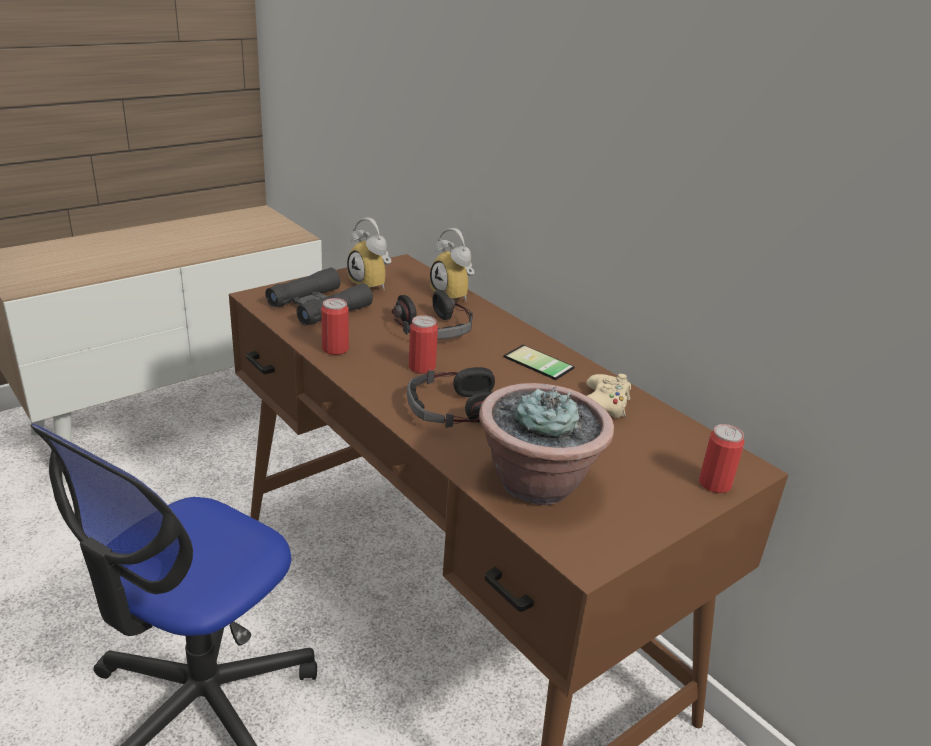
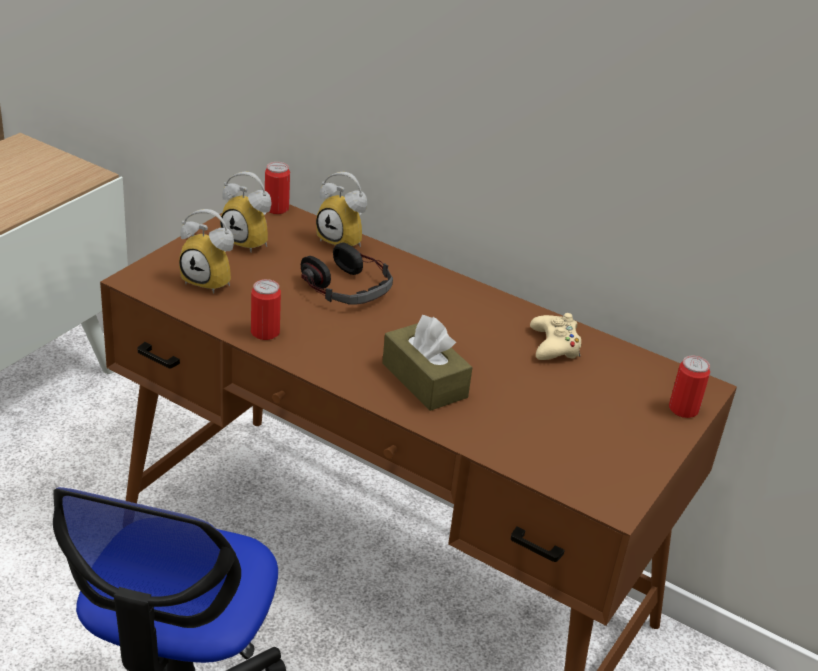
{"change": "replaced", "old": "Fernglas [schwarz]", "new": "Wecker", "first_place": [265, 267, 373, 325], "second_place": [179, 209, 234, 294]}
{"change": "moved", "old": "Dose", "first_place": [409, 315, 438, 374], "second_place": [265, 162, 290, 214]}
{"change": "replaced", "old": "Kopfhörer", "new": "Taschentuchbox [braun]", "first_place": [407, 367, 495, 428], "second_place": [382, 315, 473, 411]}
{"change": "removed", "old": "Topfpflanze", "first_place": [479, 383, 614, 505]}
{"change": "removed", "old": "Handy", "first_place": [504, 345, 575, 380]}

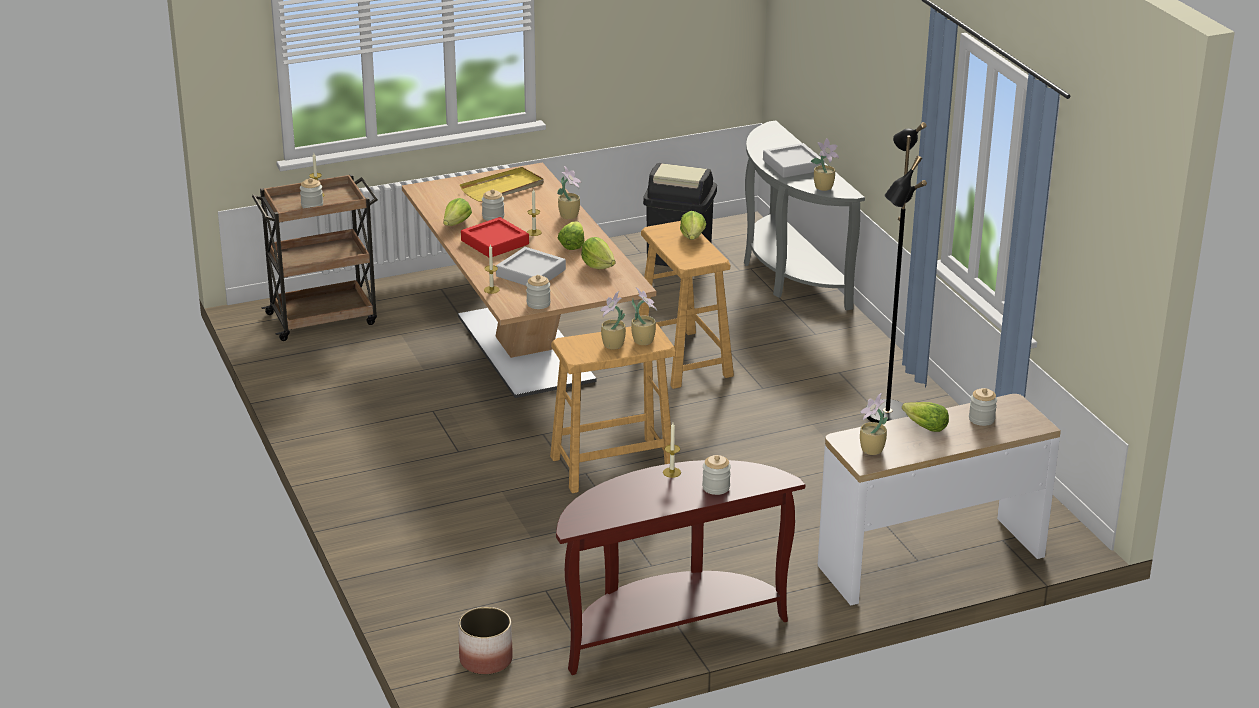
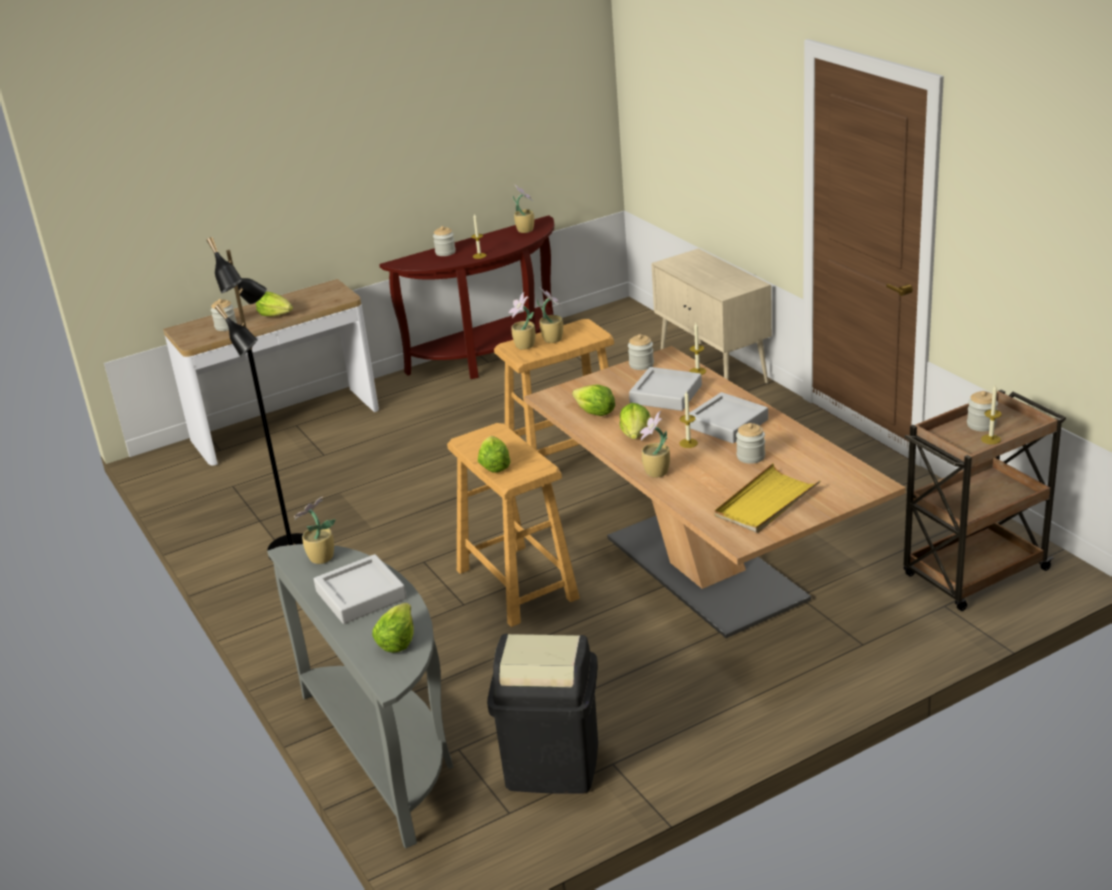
{"change": "moved", "old": "Salatkopf", "first_place": [443, 198, 472, 226], "second_place": [372, 603, 414, 653]}
{"change": "moved", "old": "Topfpflanze", "first_place": [860, 393, 888, 455], "second_place": [513, 185, 534, 233]}
{"change": "added", "new": "Schrank [beige]", "second_place": [651, 249, 772, 384]}
{"change": "recoloured", "old": "Tablett [rot]", "new": "Tablett [grau]", "first_place": [461, 217, 529, 257], "second_place": [689, 392, 768, 443]}
{"change": "removed", "old": "Pflanzkübel", "first_place": [458, 607, 513, 675]}

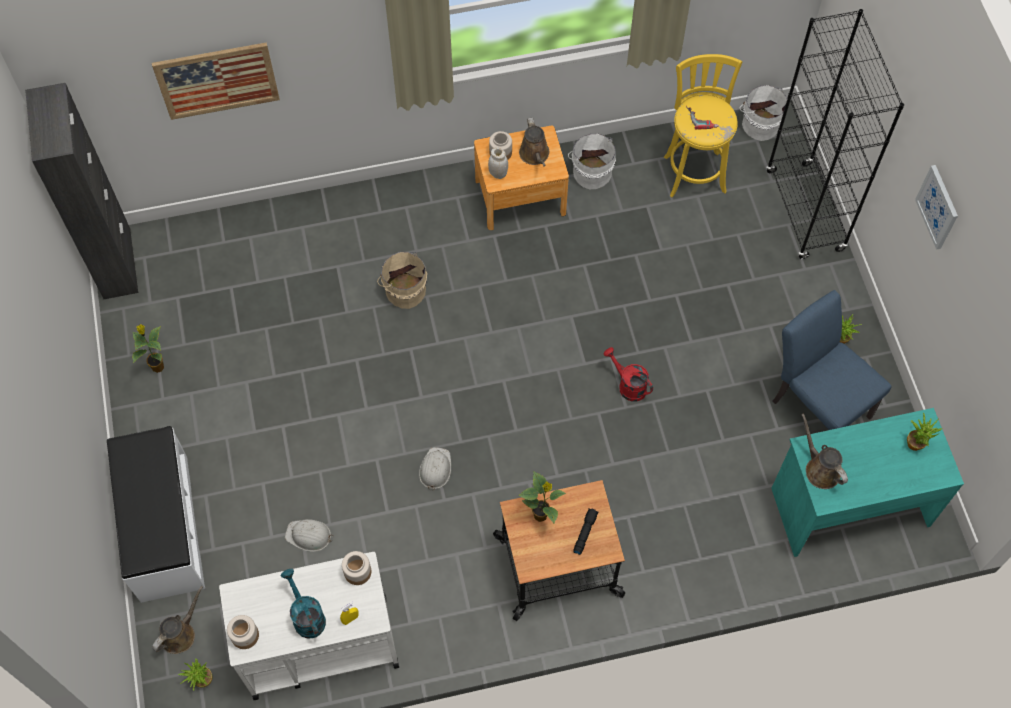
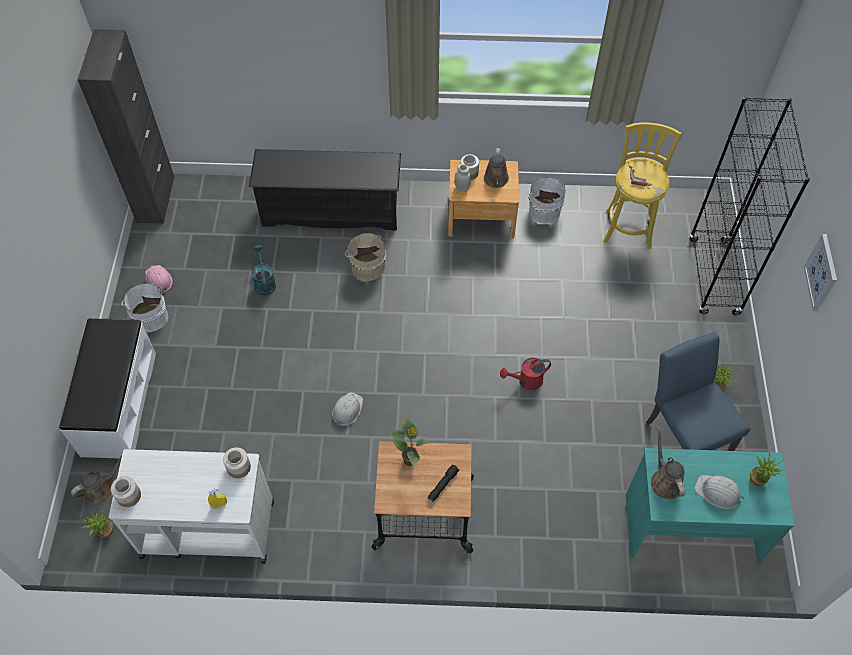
{"change": "moved", "old": "Eimer [weiß]", "first_place": [739, 85, 787, 141], "second_place": [122, 283, 168, 332]}
{"change": "replaced", "old": "Topfpflanze", "new": "Schutzhelm [rosa]", "first_place": [132, 324, 164, 373], "second_place": [145, 265, 173, 293]}
{"change": "added", "new": "Schuhregal [schwarz]", "second_place": [249, 149, 401, 231]}
{"change": "moved", "old": "Gießkanne [türkis]", "first_place": [281, 569, 326, 639], "second_place": [252, 245, 276, 296]}
{"change": "turned", "old": "Gießkanne [rot]", "first_place": [604, 347, 653, 402], "second_place": [500, 358, 551, 390], "degrees": -75}
{"change": "moved", "old": "Schutzhelm [weiß]", "first_place": [285, 519, 334, 552], "second_place": [695, 475, 744, 509]}
{"change": "removed", "old": "Bild", "first_place": [152, 42, 280, 120]}

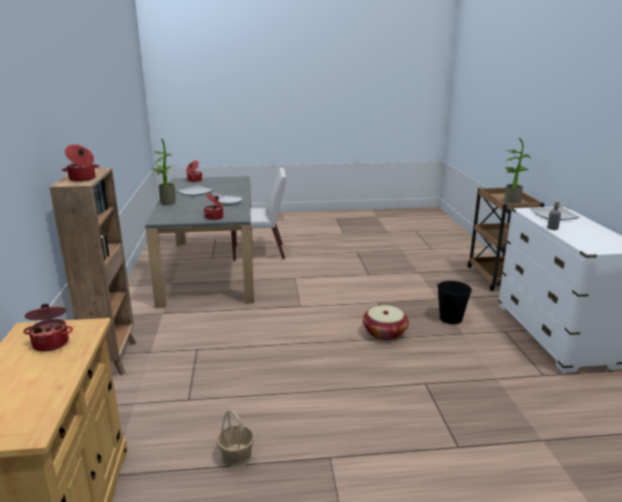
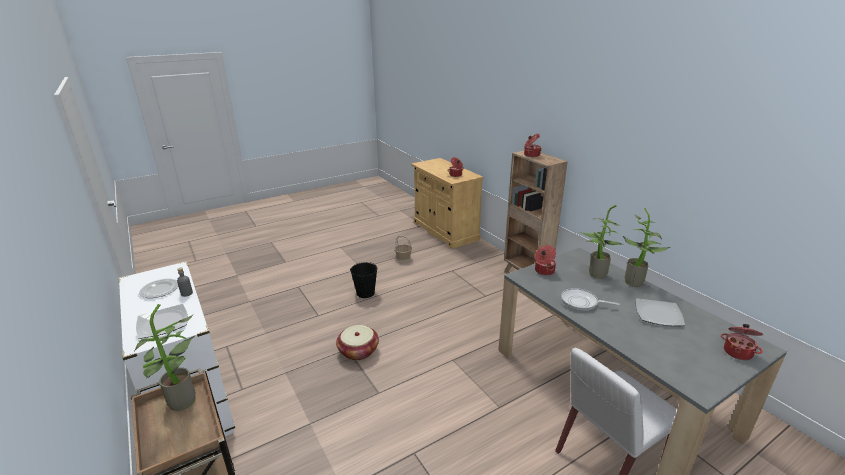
{"change": "added", "new": "Teller", "second_place": [139, 279, 178, 298]}
{"change": "moved", "old": "Eimer [schwarz]", "first_place": [437, 281, 472, 324], "second_place": [350, 262, 378, 298]}
{"change": "added", "new": "Topfpflanze", "second_place": [580, 205, 623, 279]}

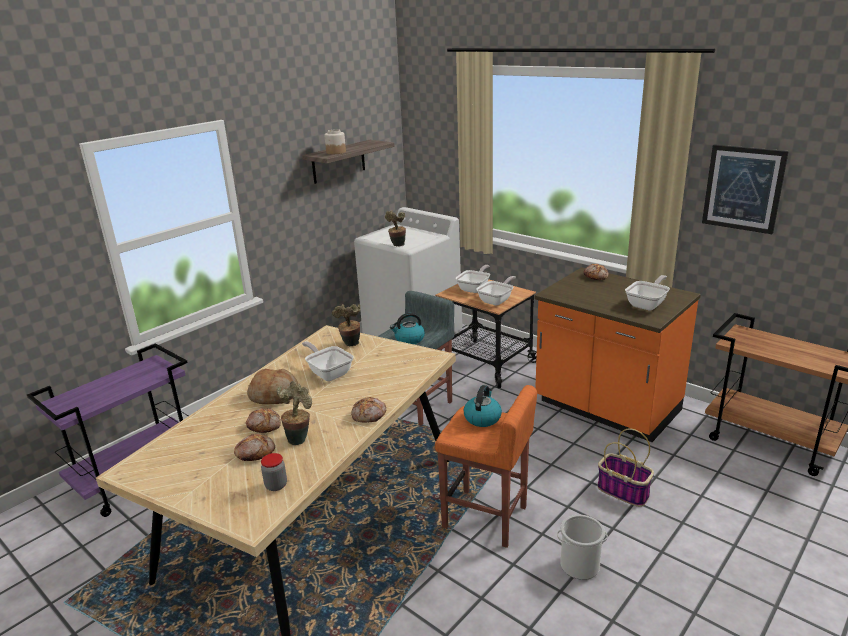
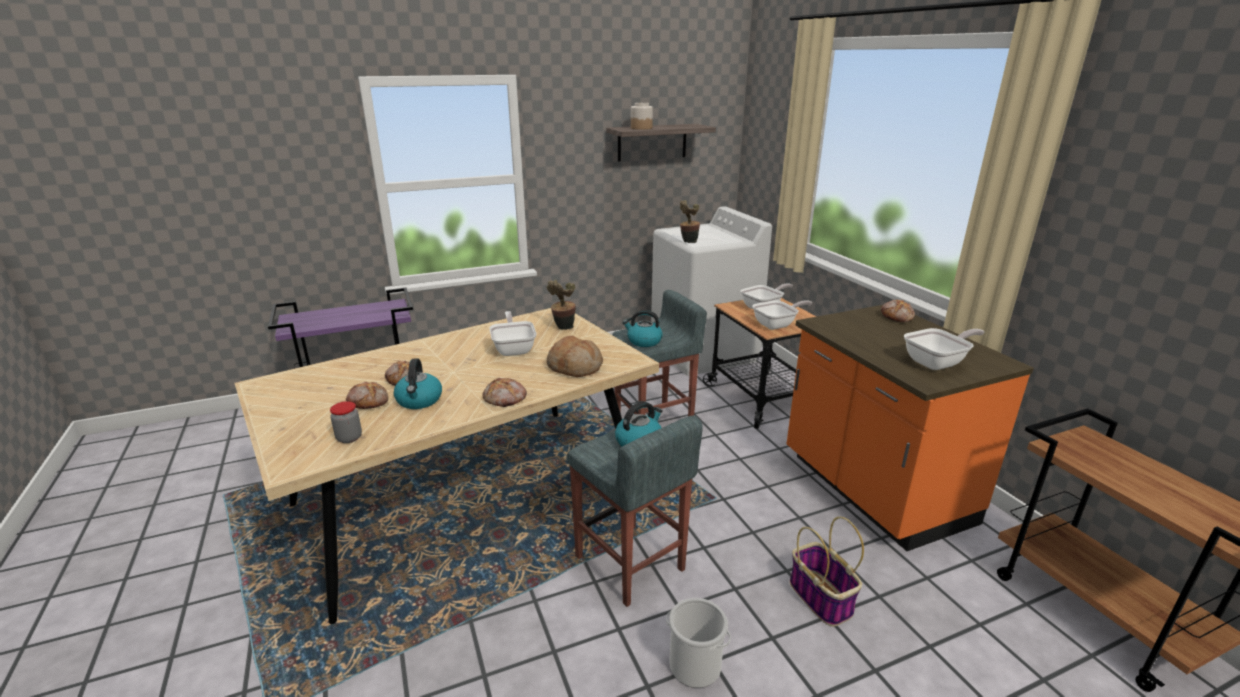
{"change": "replaced", "old": "Topfpflanze", "new": "Wasserkessel", "first_place": [277, 381, 312, 445], "second_place": [394, 358, 442, 409]}
{"change": "moved", "old": "Brot", "first_place": [247, 369, 298, 404], "second_place": [547, 336, 603, 377]}
{"change": "recoloured", "old": "Hocker [orange]", "new": "Hocker [grau]", "first_place": [435, 385, 537, 548], "second_place": [567, 415, 703, 607]}
{"change": "removed", "old": "Bild", "first_place": [702, 144, 789, 234]}

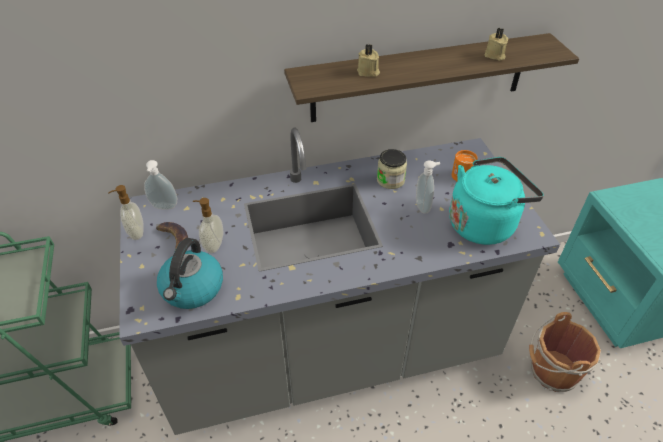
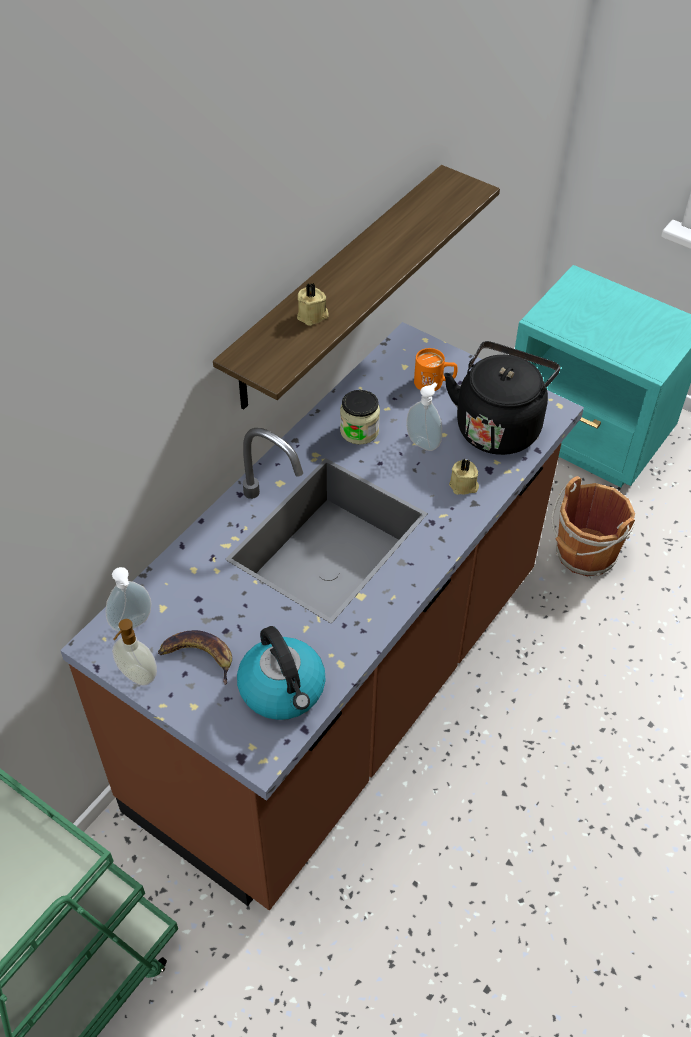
{"change": "recoloured", "old": "Küchenzeile [grau]", "new": "Küchenzeile [braun]", "first_place": [119, 127, 560, 435], "second_place": [60, 322, 584, 910]}
{"change": "recoloured", "old": "Wasserkessel [türkis]", "new": "Wasserkessel [schwarz]", "first_place": [449, 157, 544, 245], "second_place": [444, 341, 560, 455]}
{"change": "moved", "old": "Kerze [beige]", "first_place": [485, 28, 508, 61], "second_place": [449, 458, 479, 495]}
{"change": "removed", "old": "Seifenspender", "first_place": [192, 198, 223, 253]}

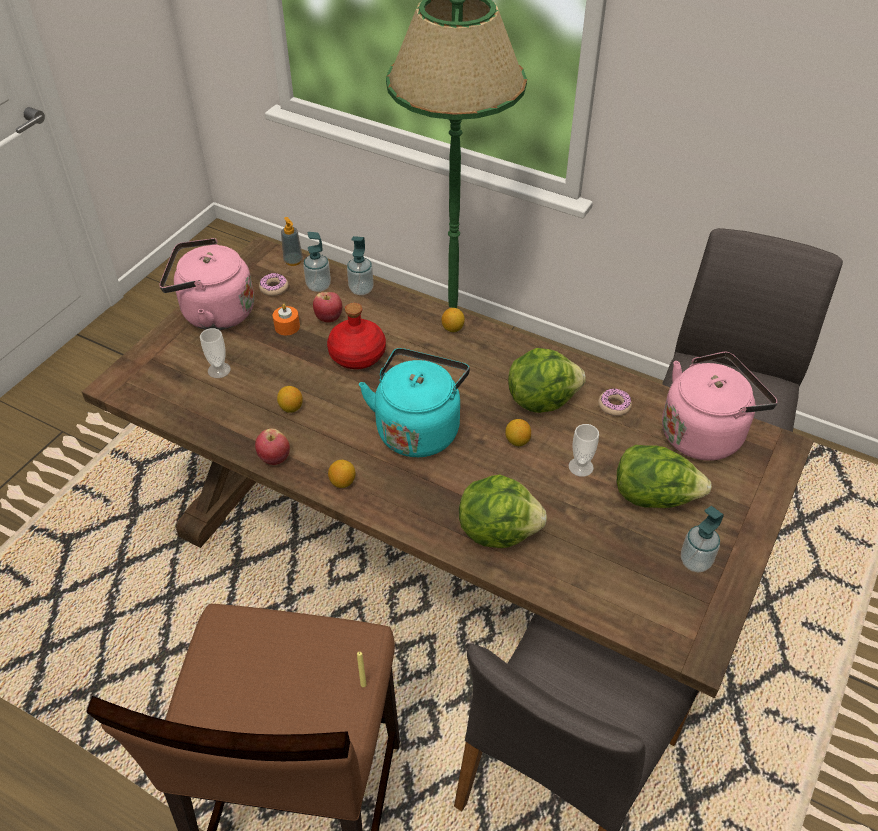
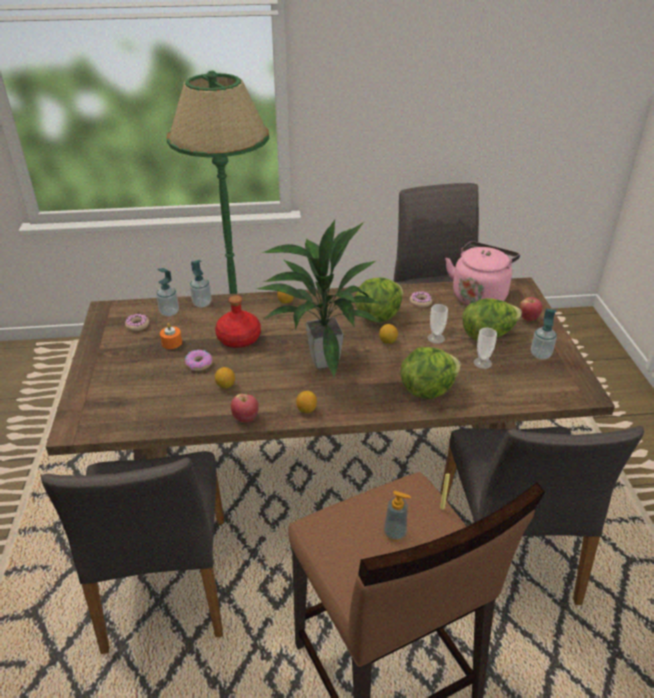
{"change": "added", "new": "Stuhl [grau]", "second_place": [41, 451, 225, 654]}
{"change": "added", "new": "Donut", "second_place": [185, 350, 212, 371]}
{"change": "replaced", "old": "Wasserkessel [türkis]", "new": "Topfpflanze", "first_place": [359, 348, 470, 457], "second_place": [256, 220, 380, 377]}
{"change": "moved", "old": "Seifenspender", "first_place": [281, 217, 303, 266], "second_place": [384, 491, 411, 541]}
{"change": "moved", "old": "Tasse", "first_place": [200, 328, 231, 378], "second_place": [474, 328, 497, 369]}
{"change": "moved", "old": "Apfel", "first_place": [313, 292, 342, 323], "second_place": [519, 297, 542, 321]}
{"change": "removed", "old": "Wasserkessel [rosa]", "first_place": [159, 238, 254, 330]}

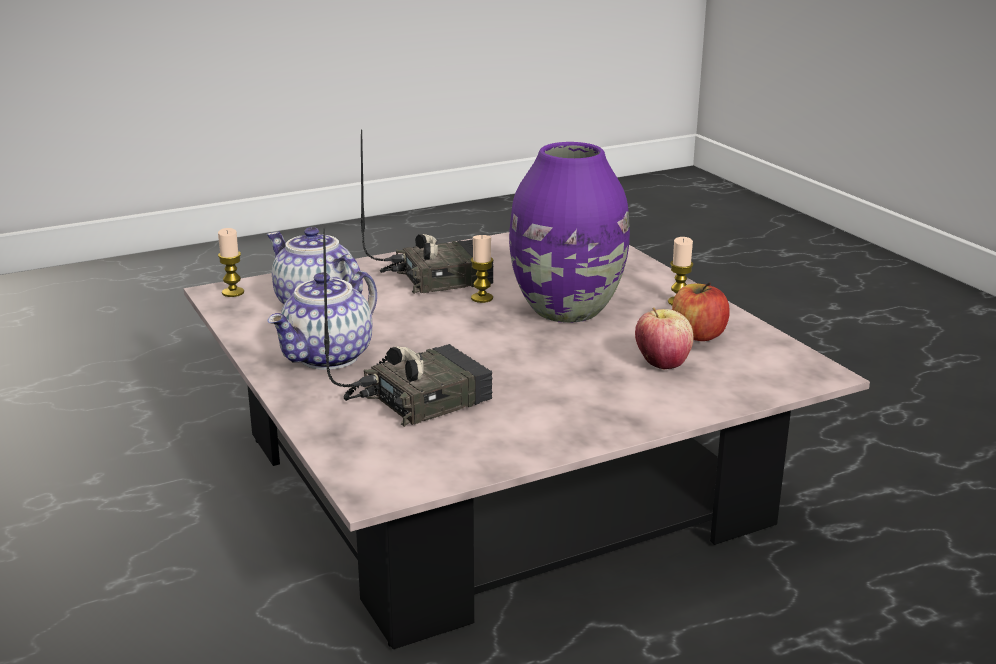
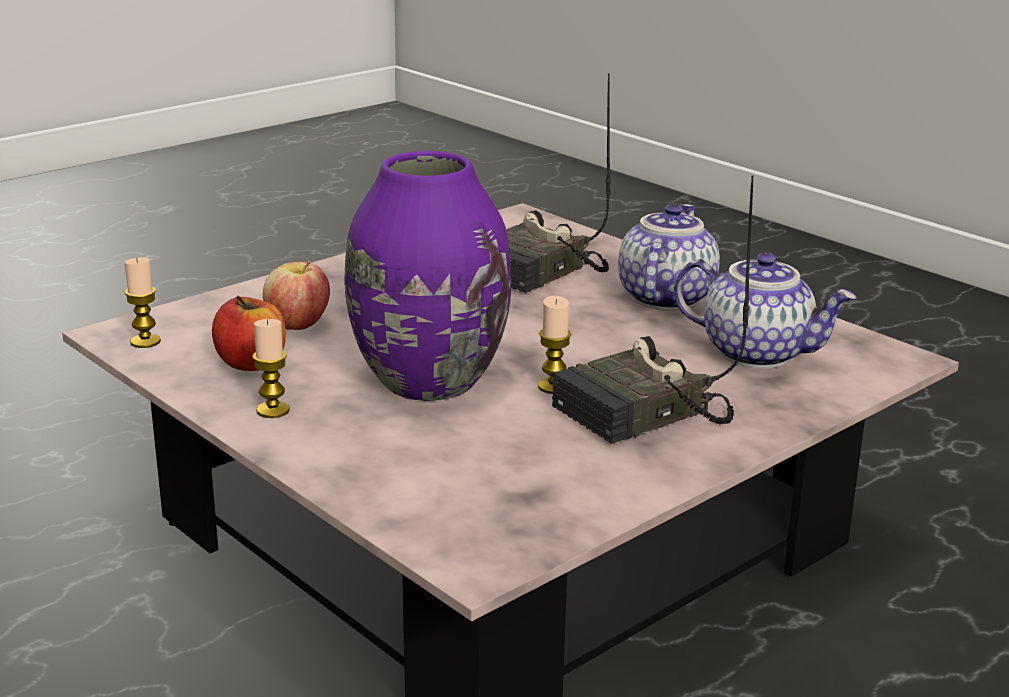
{"change": "moved", "old": "Kerze", "first_place": [218, 228, 244, 297], "second_place": [125, 257, 161, 348]}

